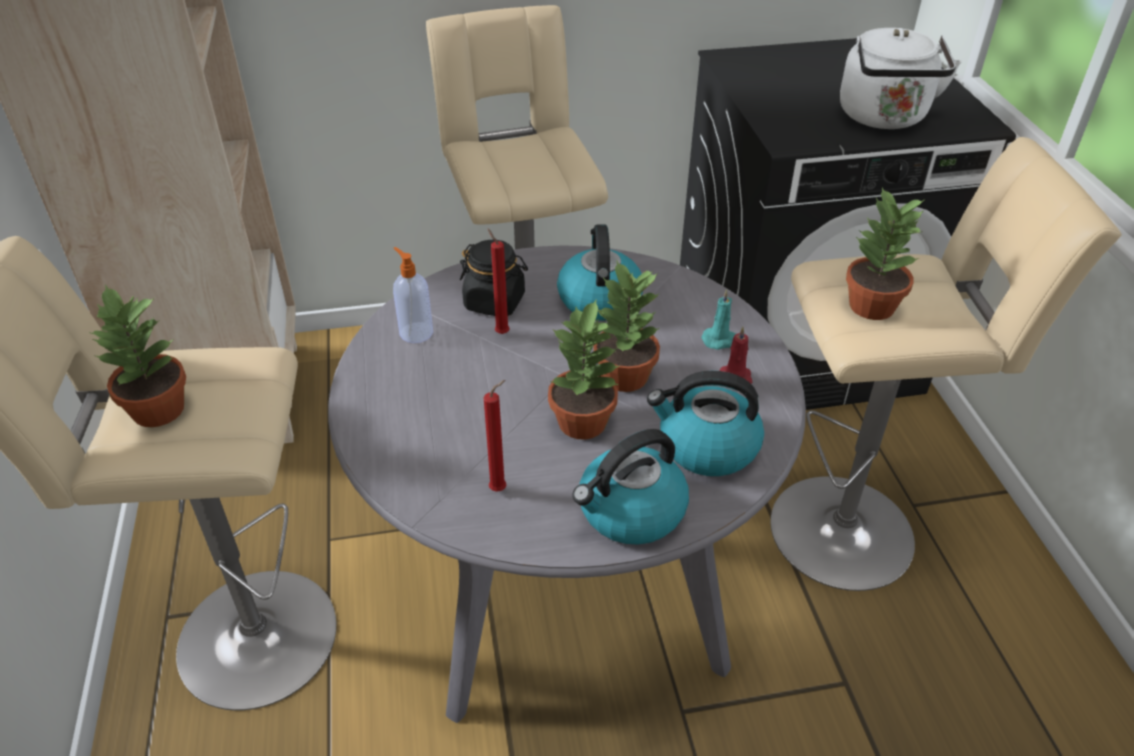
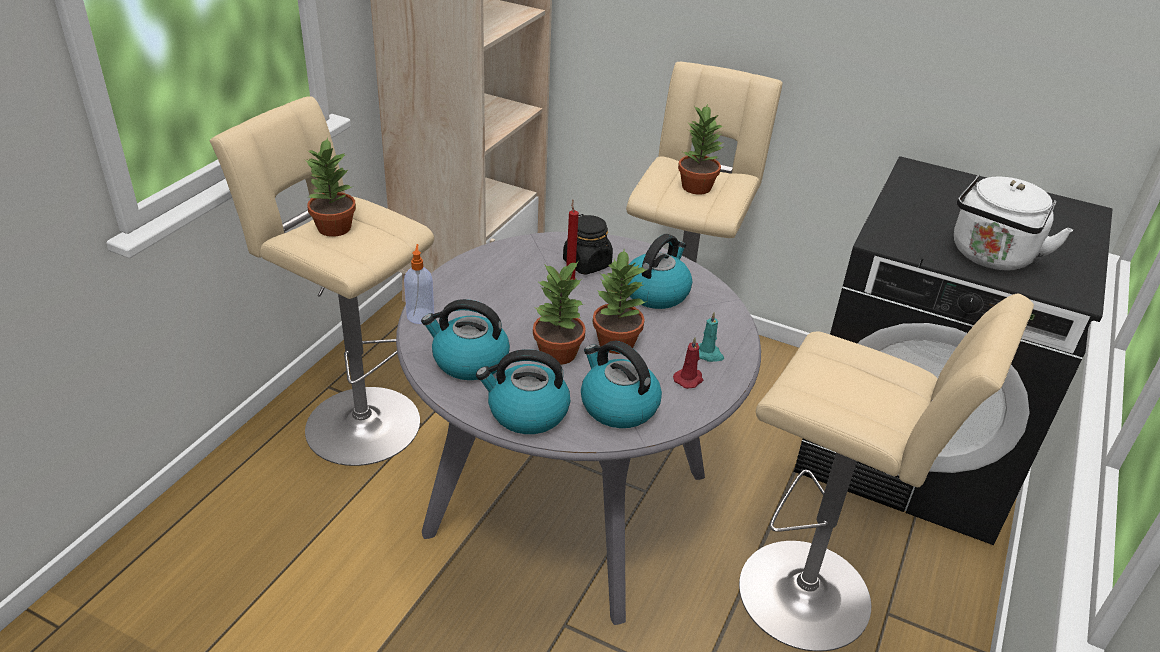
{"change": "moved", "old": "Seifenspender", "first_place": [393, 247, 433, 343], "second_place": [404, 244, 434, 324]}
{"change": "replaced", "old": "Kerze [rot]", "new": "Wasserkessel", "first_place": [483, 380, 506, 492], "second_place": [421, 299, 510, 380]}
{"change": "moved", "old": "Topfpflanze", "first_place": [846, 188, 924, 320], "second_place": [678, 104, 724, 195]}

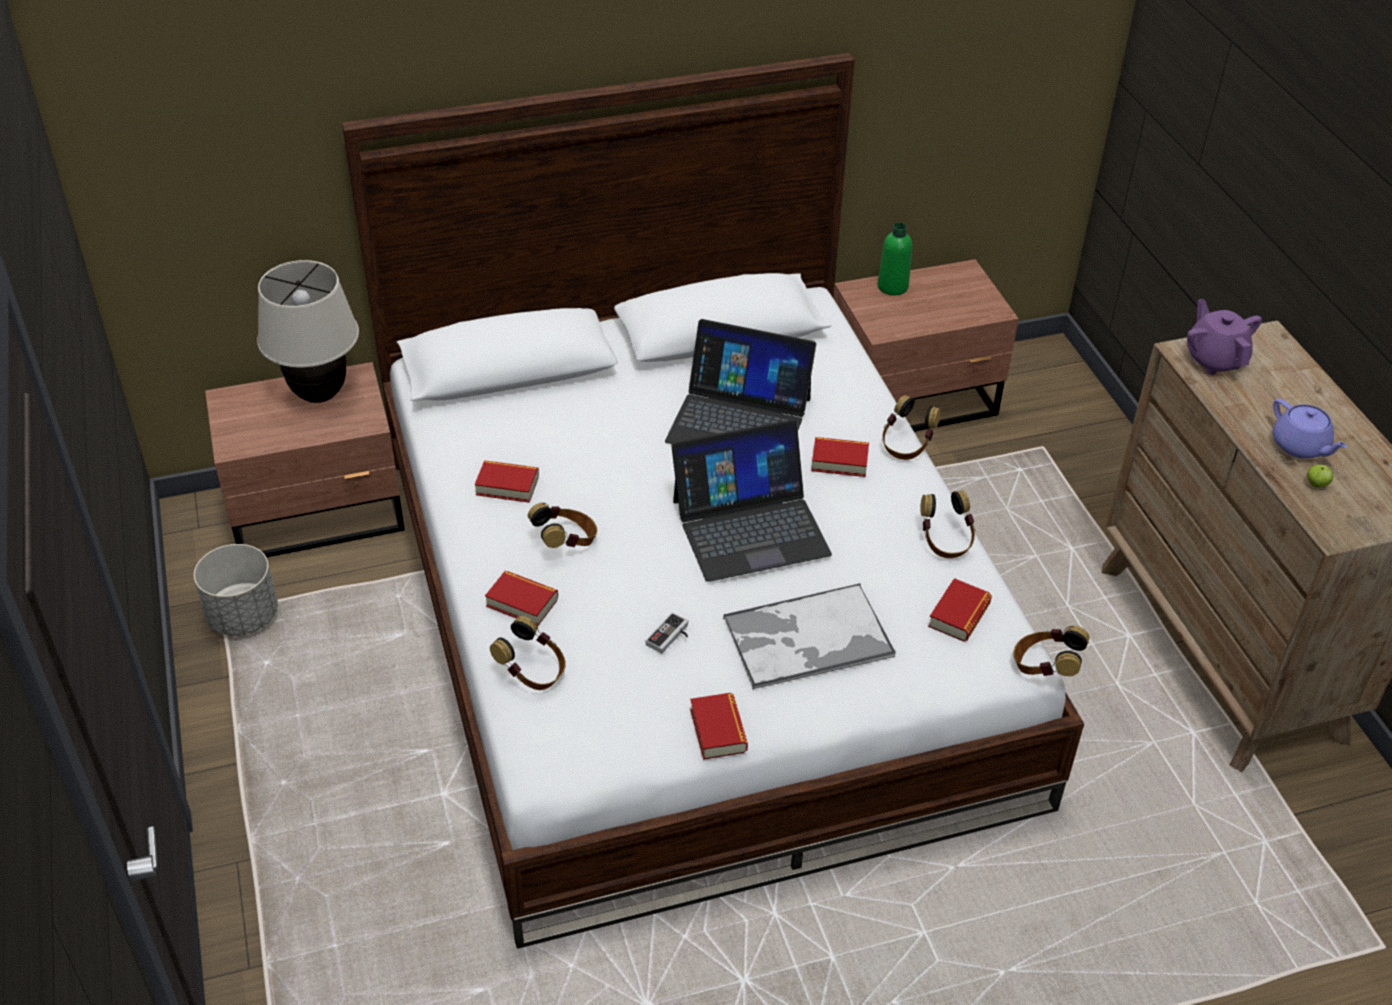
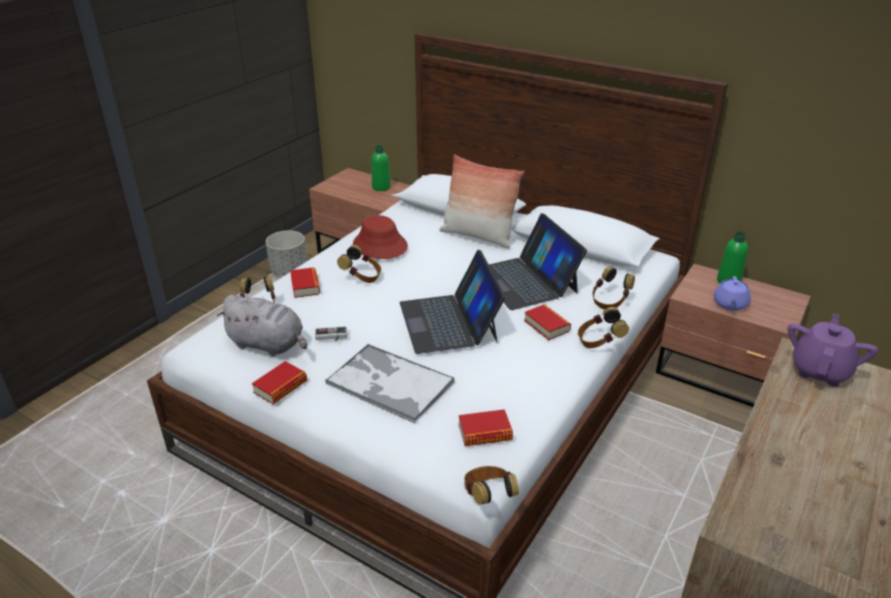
{"change": "added", "new": "Plüschtier [grau]", "second_place": [217, 295, 307, 356]}
{"change": "replaced", "old": "Buch", "new": "Hut [rot]", "first_place": [475, 460, 539, 503], "second_place": [353, 215, 408, 259]}
{"change": "replaced", "old": "Tischlampe [beige]", "new": "Flasche [grün]", "first_place": [257, 260, 359, 403], "second_place": [371, 145, 391, 191]}
{"change": "turned", "old": "Laptop", "first_place": [671, 420, 832, 582], "second_place": [399, 250, 506, 354], "degrees": 45}
{"change": "added", "new": "Kissen", "second_place": [439, 154, 525, 249]}
{"change": "moved", "old": "Kopfhörer", "first_place": [920, 491, 975, 558], "second_place": [592, 266, 635, 310]}
{"change": "moved", "old": "Teekanne [lila]", "first_place": [1273, 398, 1347, 459], "second_place": [714, 276, 751, 311]}
{"change": "removed", "old": "Apfel", "first_place": [1307, 464, 1333, 488]}

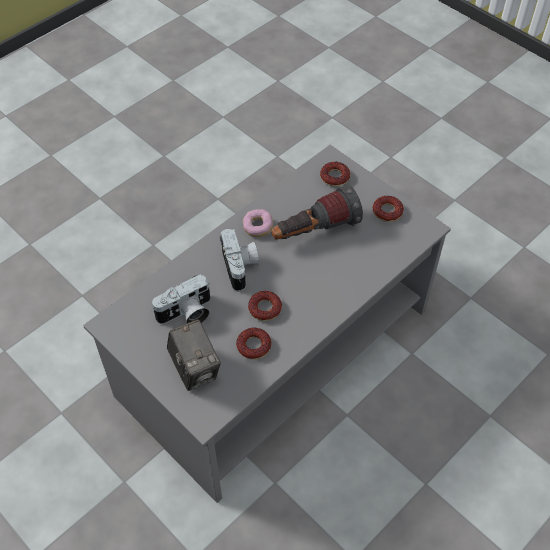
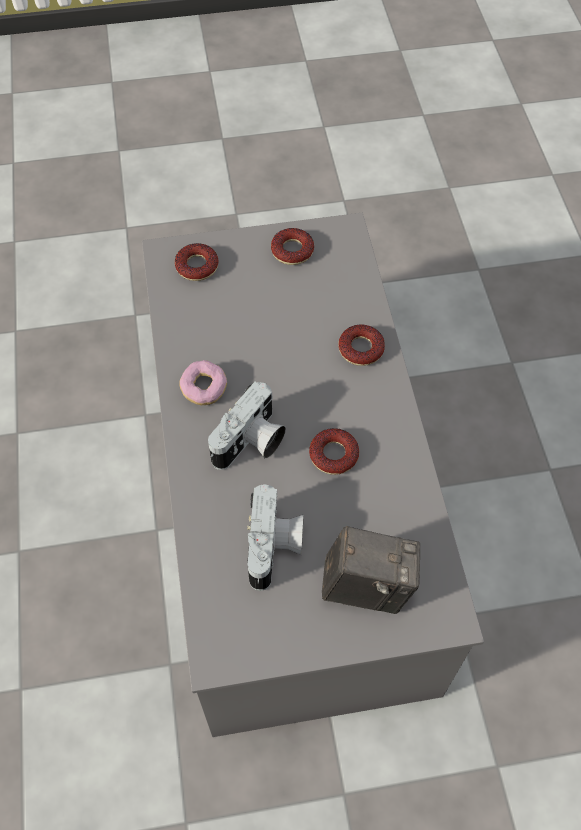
{"change": "turned", "old": "Kamera", "first_place": [220, 229, 259, 292], "second_place": [208, 382, 286, 470], "degrees": 105}
{"change": "moved", "old": "Donut", "first_place": [236, 328, 271, 360], "second_place": [338, 324, 385, 366]}
{"change": "removed", "old": "Taschenlampe", "first_place": [271, 184, 363, 240]}

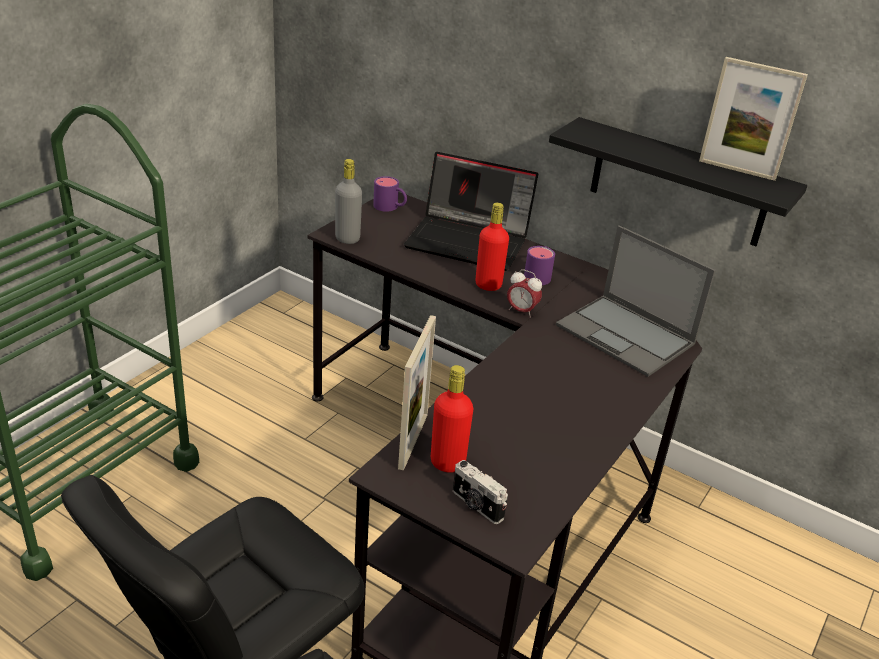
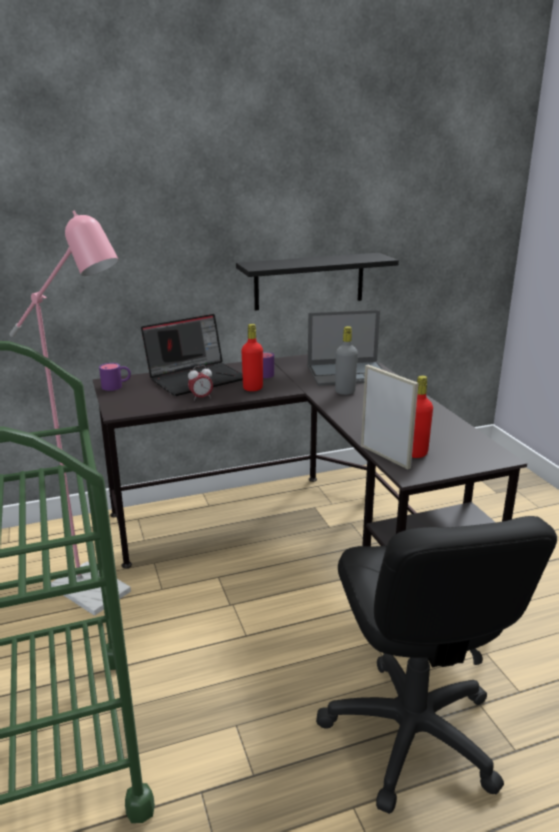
{"change": "added", "new": "Stehlampe [rosa]", "second_place": [9, 210, 131, 616]}
{"change": "moved", "old": "Wecker", "first_place": [507, 269, 542, 318], "second_place": [188, 365, 213, 401]}
{"change": "moved", "old": "Flasche [grau]", "first_place": [335, 159, 362, 244], "second_place": [335, 326, 358, 395]}
{"change": "removed", "old": "Kamera", "first_place": [453, 460, 508, 524]}
{"change": "removed", "old": "Bilderrahmen", "first_place": [699, 57, 808, 181]}

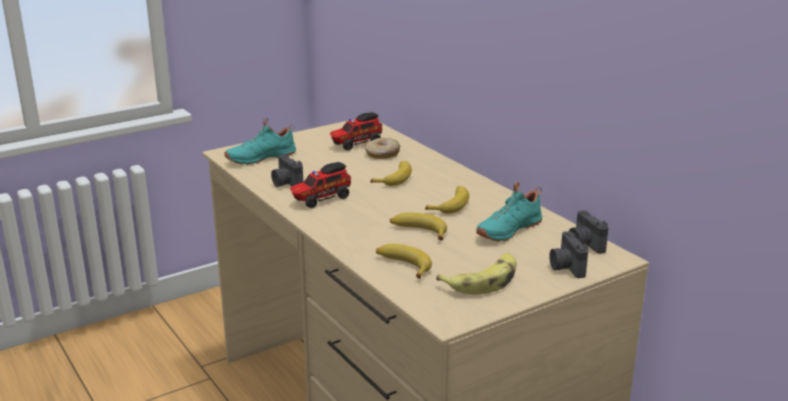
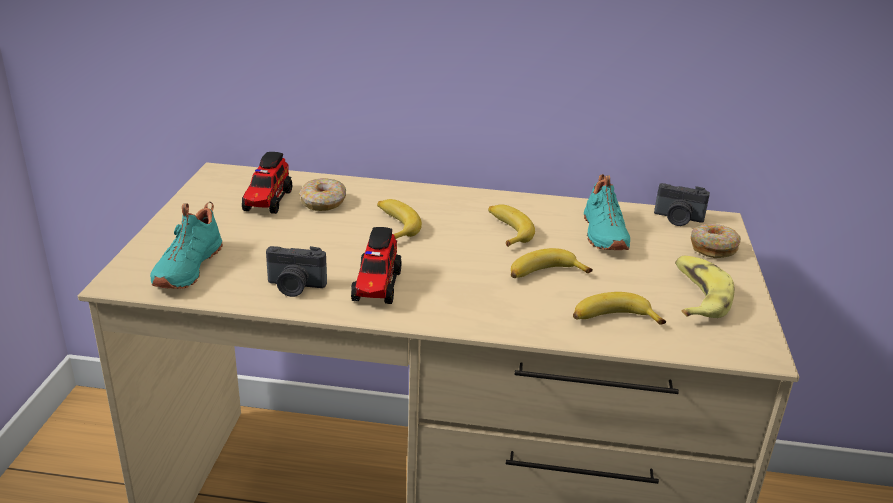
{"change": "replaced", "old": "Kamera", "new": "Donut", "first_place": [549, 231, 588, 278], "second_place": [691, 224, 741, 258]}

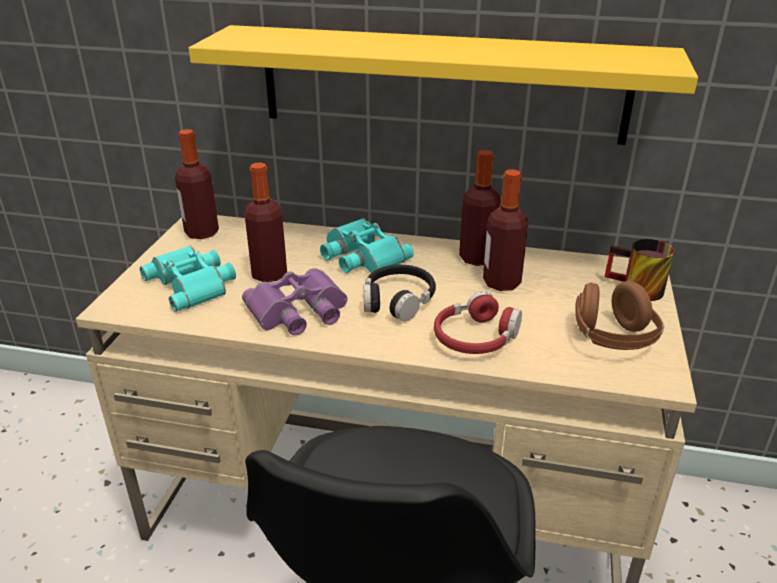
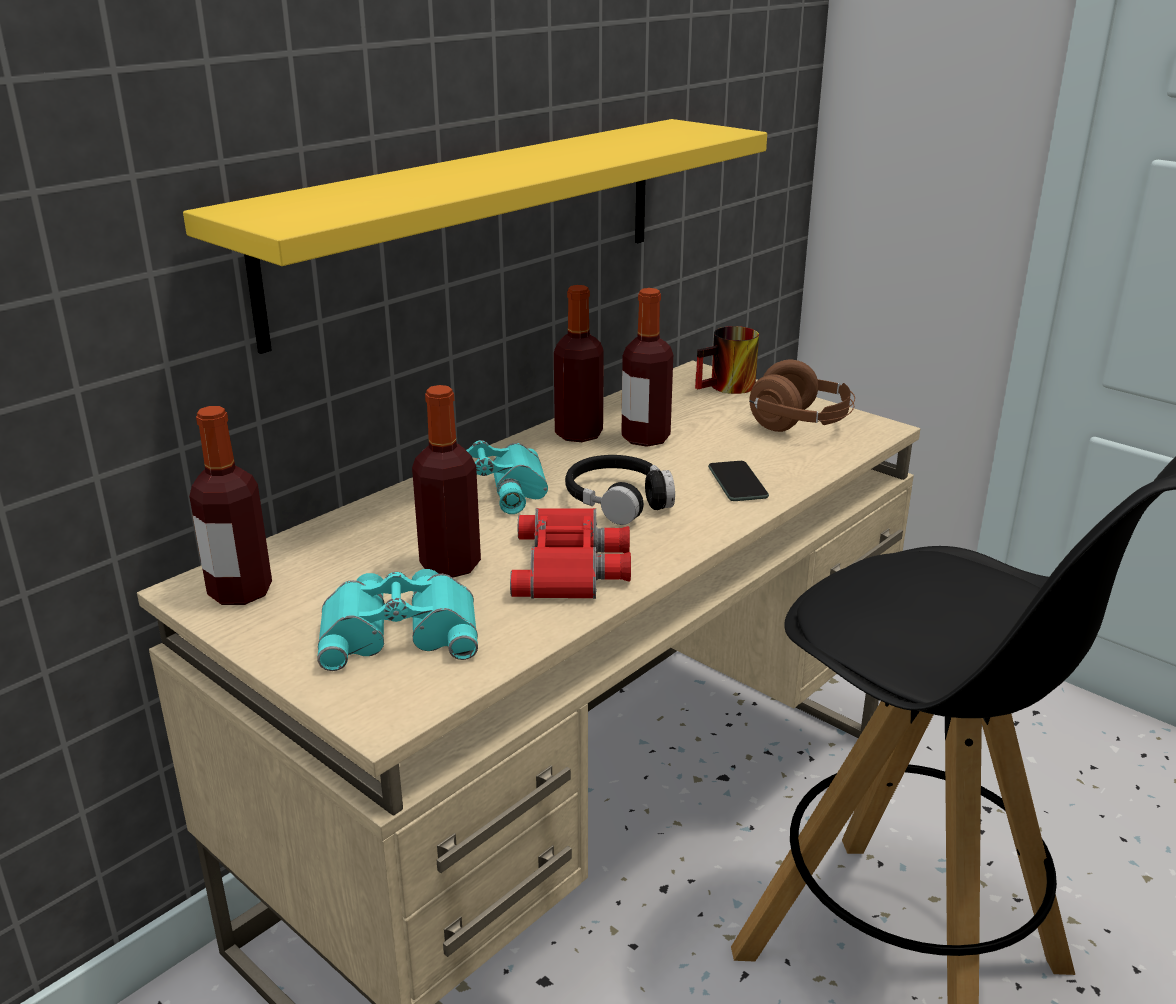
{"change": "recoloured", "old": "Fernglas [lila]", "new": "Fernglas [rot]", "first_place": [242, 268, 348, 335], "second_place": [510, 508, 631, 599]}
{"change": "replaced", "old": "Kopfhörer [rot]", "new": "Handy", "first_place": [434, 291, 522, 354], "second_place": [708, 461, 769, 501]}

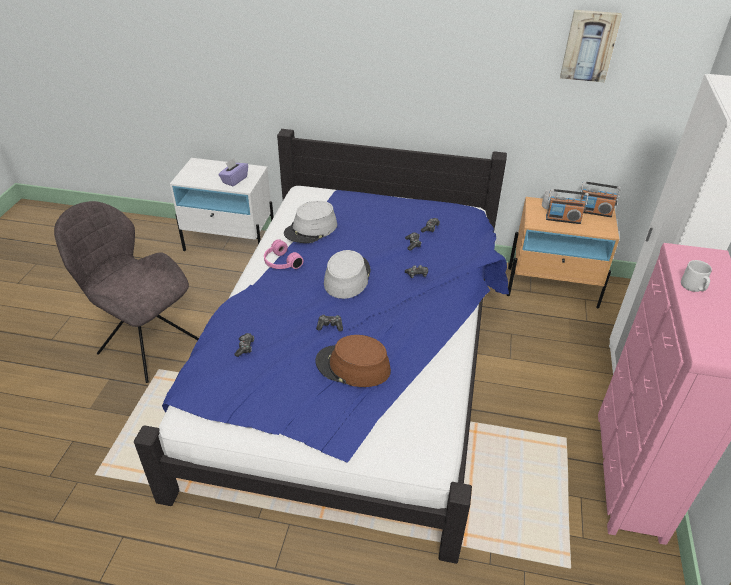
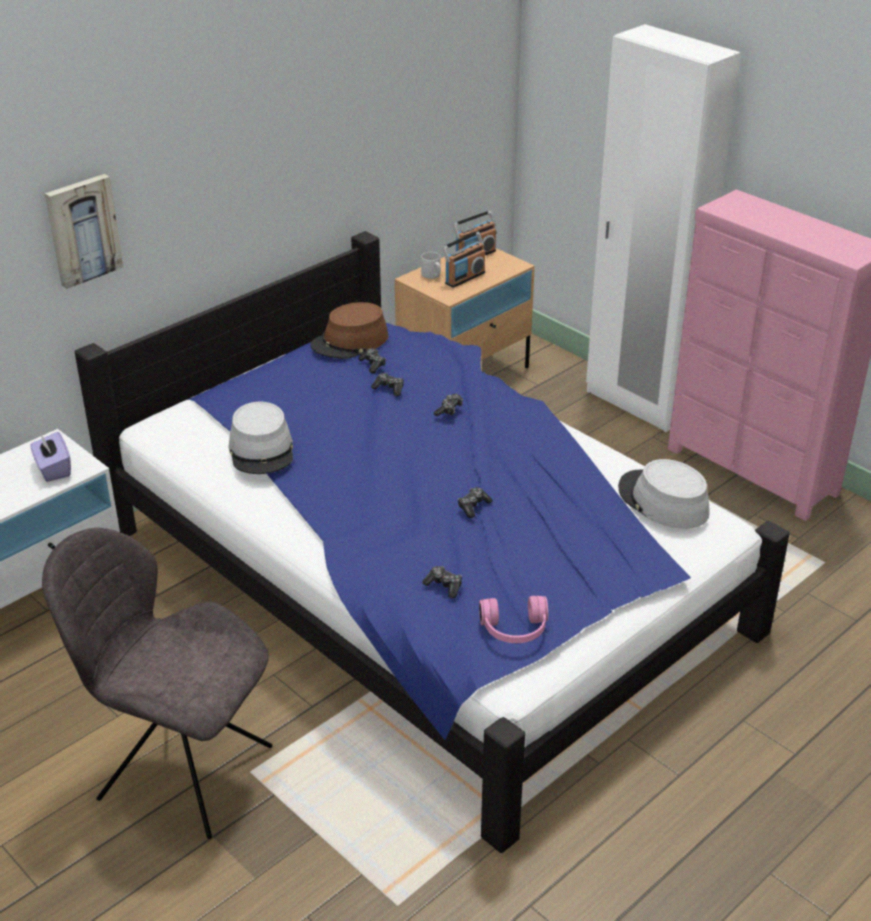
{"change": "turned", "old": "Stuhl [grau]", "first_place": [54, 201, 199, 383], "second_place": [42, 528, 273, 839], "degrees": 45}
{"change": "moved", "old": "Bild", "first_place": [560, 10, 622, 82], "second_place": [45, 174, 123, 289]}
{"change": "moved", "old": "Hut [braun]", "first_place": [315, 335, 391, 387], "second_place": [311, 302, 388, 359]}
{"change": "moved", "old": "Kopfhörer [rosa]", "first_place": [264, 239, 303, 269], "second_place": [479, 596, 548, 643]}
{"change": "moved", "old": "Hut [grau]", "first_place": [324, 250, 371, 299], "second_place": [618, 459, 710, 529]}
{"change": "removed", "old": "Henkelbecher [grau]", "first_place": [681, 260, 712, 292]}

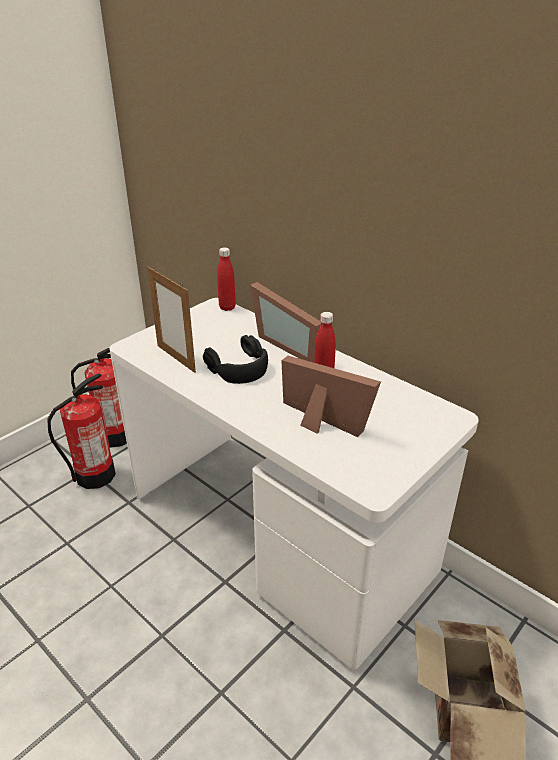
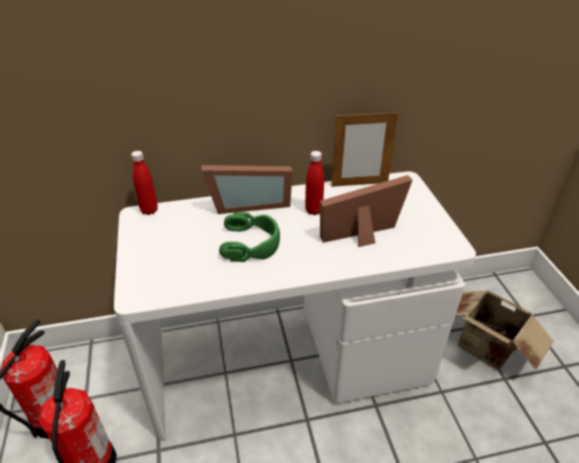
{"change": "recoloured", "old": "Kopfhörer [schwarz]", "new": "Kopfhörer [grün]", "first_place": [203, 335, 268, 384], "second_place": [219, 212, 280, 262]}
{"change": "moved", "old": "Bilderrahmen", "first_place": [147, 267, 196, 373], "second_place": [331, 110, 398, 187]}

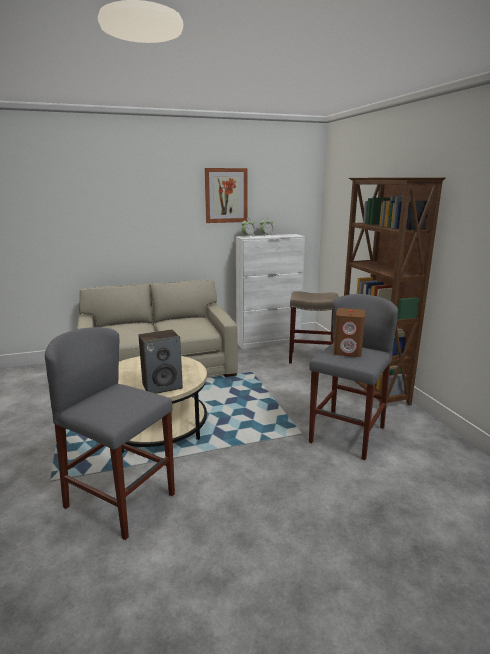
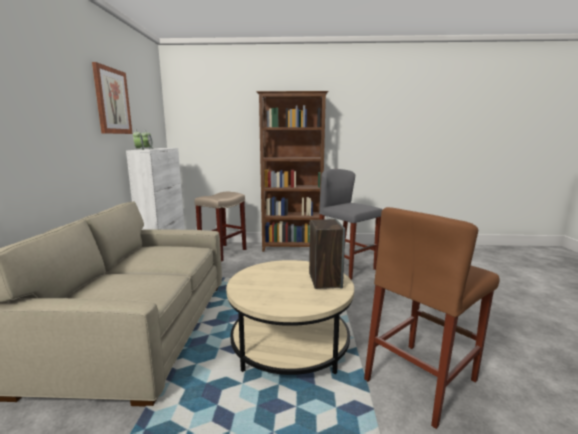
{"change": "recoloured", "old": "Hocker [grau]", "new": "Hocker [braun]", "first_place": [45, 327, 175, 540], "second_place": [364, 207, 500, 429]}
{"change": "removed", "old": "Lautsprecher [braun]", "first_place": [333, 308, 365, 357]}

